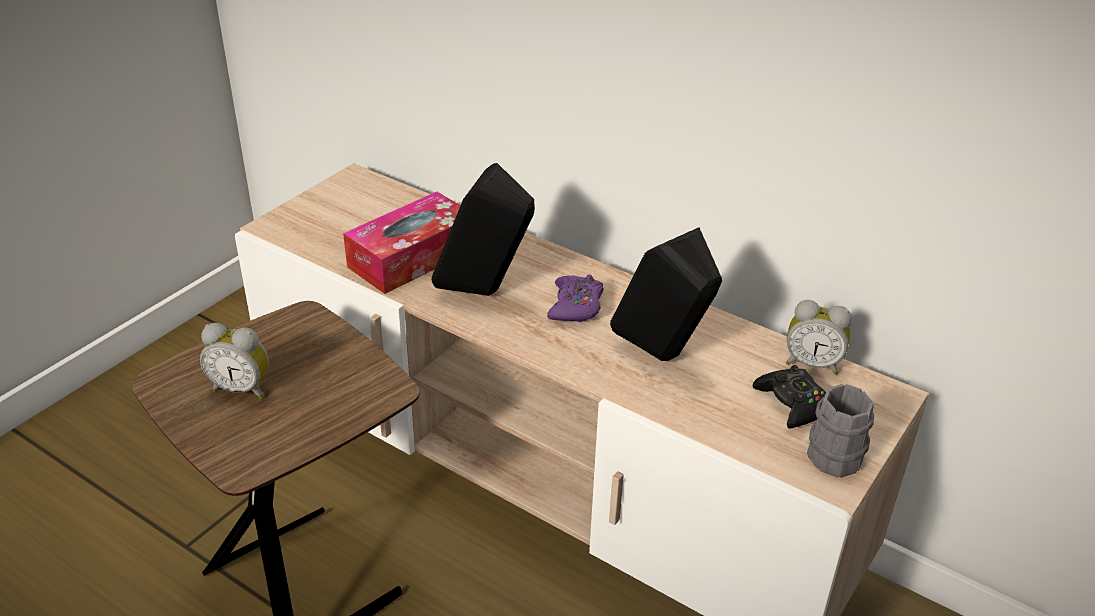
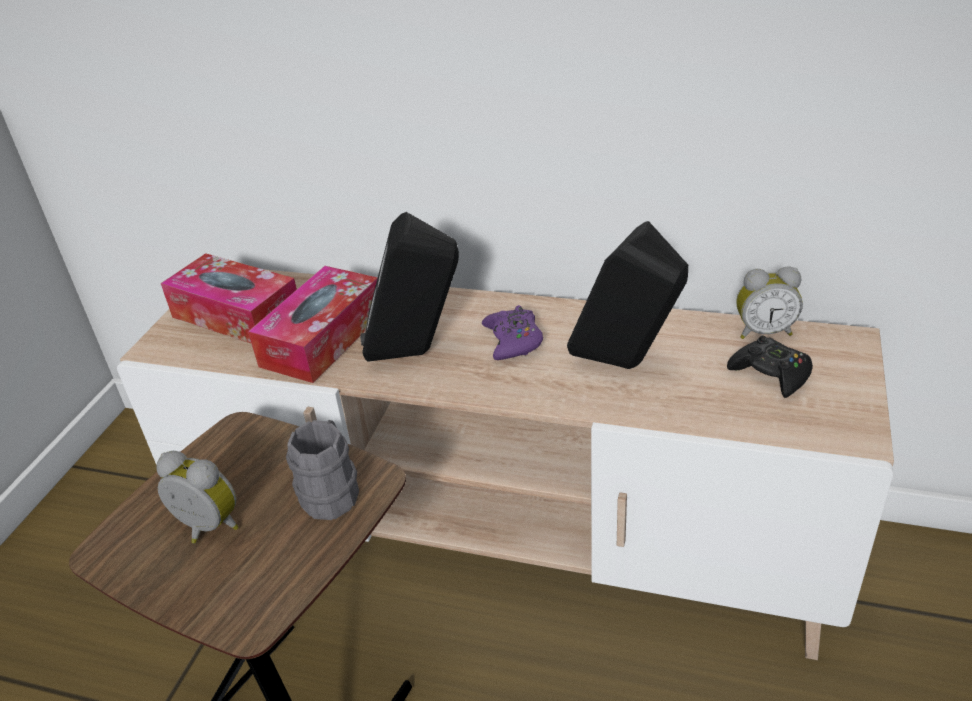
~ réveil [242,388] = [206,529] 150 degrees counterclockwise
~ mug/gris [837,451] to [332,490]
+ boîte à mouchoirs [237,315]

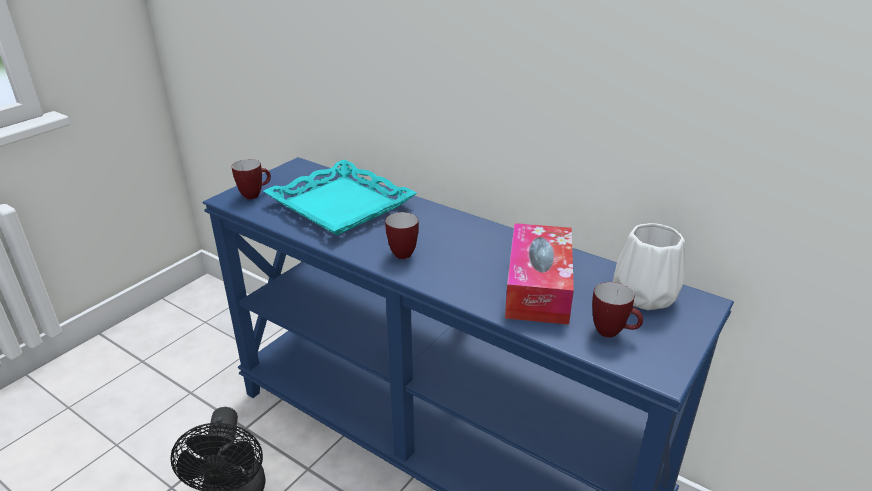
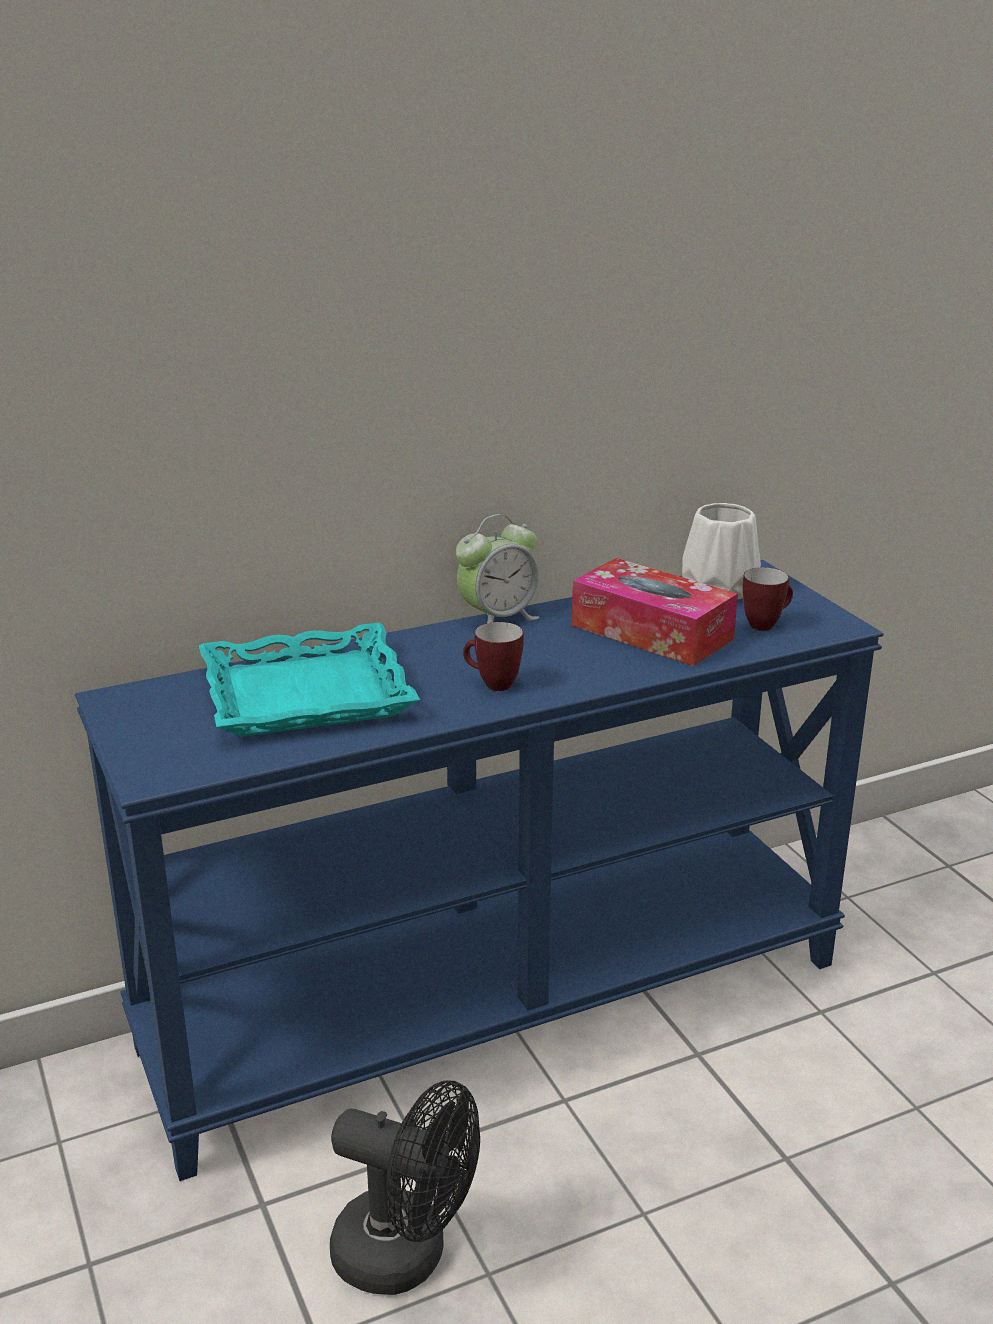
- mug [255,195]
+ réveil [498,619]

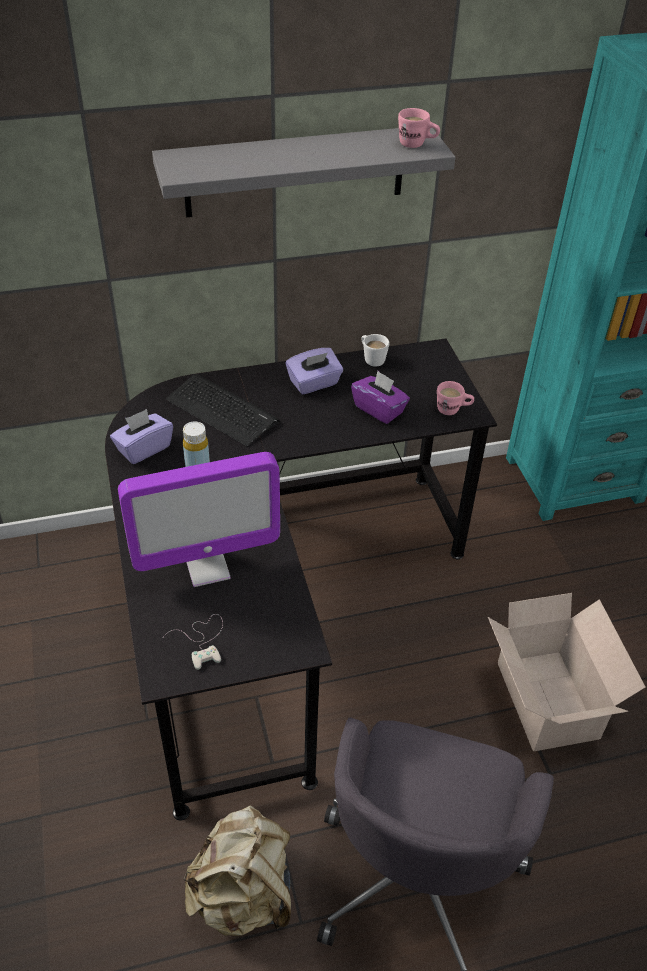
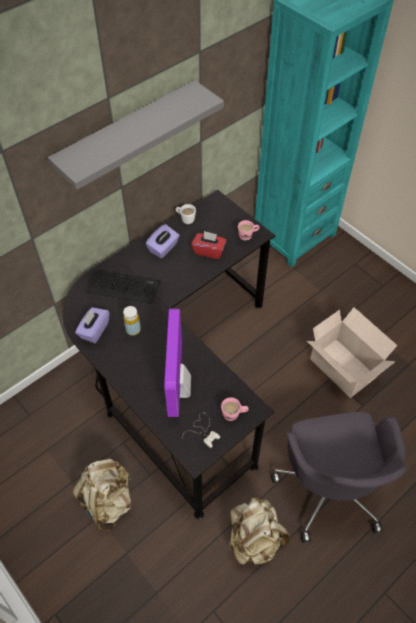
~ écran d'ordinateur [207,567] = [178,388] 135 degrees clockwise
~ boîte à mouchoirs/violet [379,409] to boîte à mouchoirs/rouge [209,251]
~ mug/rose [417,145] to [234,414]
+ sac à dos/beige [108,501]

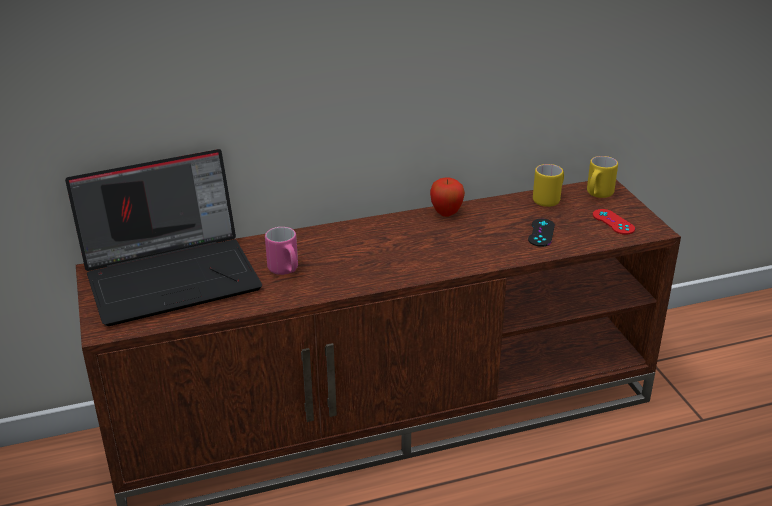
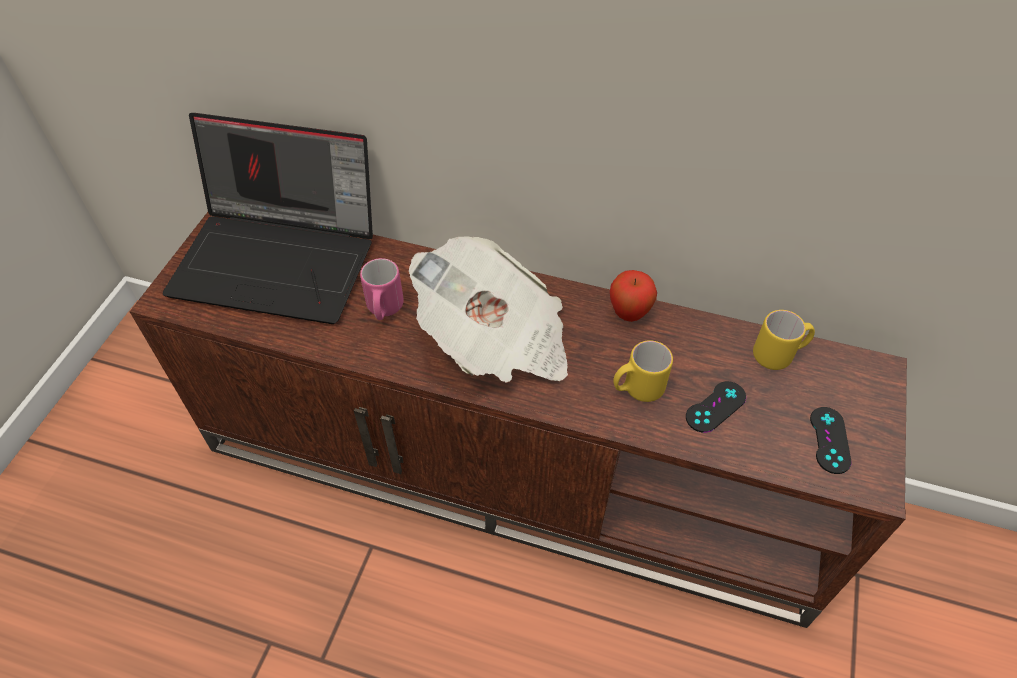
~ mug/jaune [597,194] to [637,389]
~ manette/rouge [613,222] to manette/noir [829,440]
+ journal [496,340]

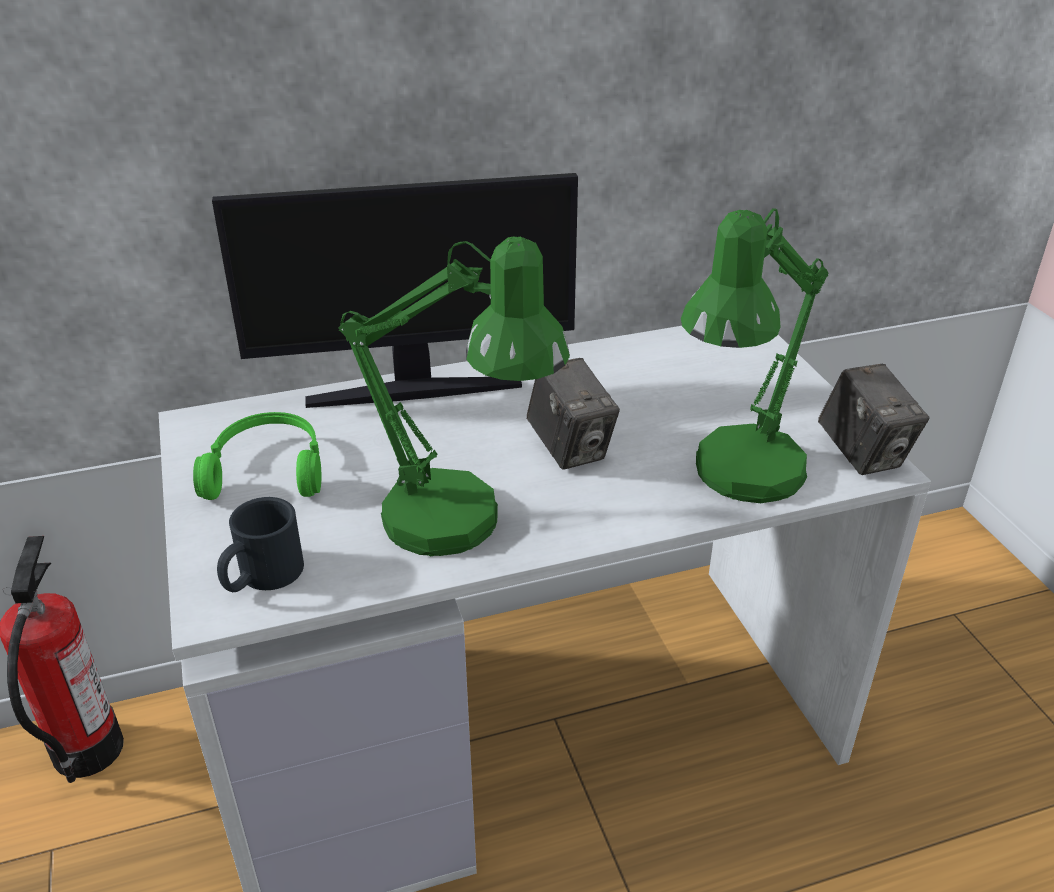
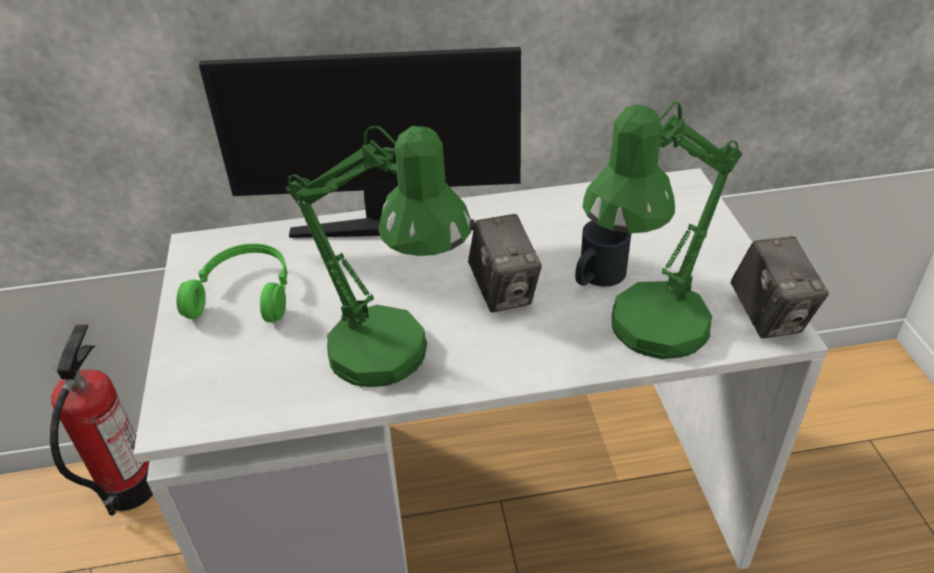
~ mug/noir [261,577] to [596,277]

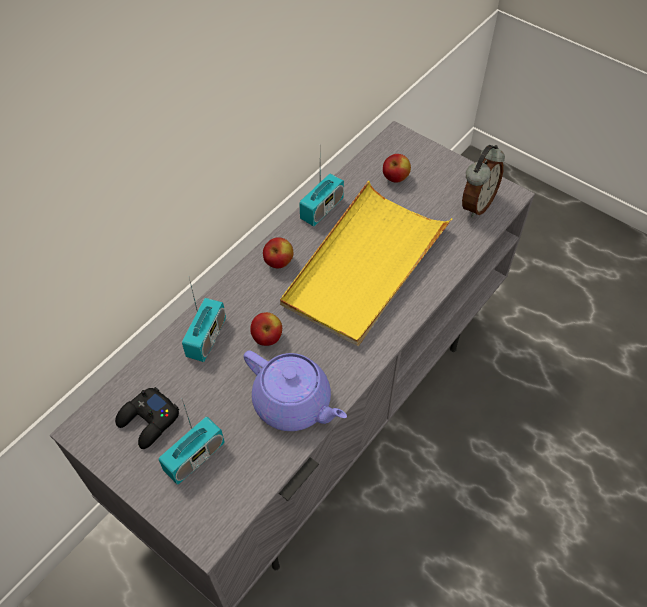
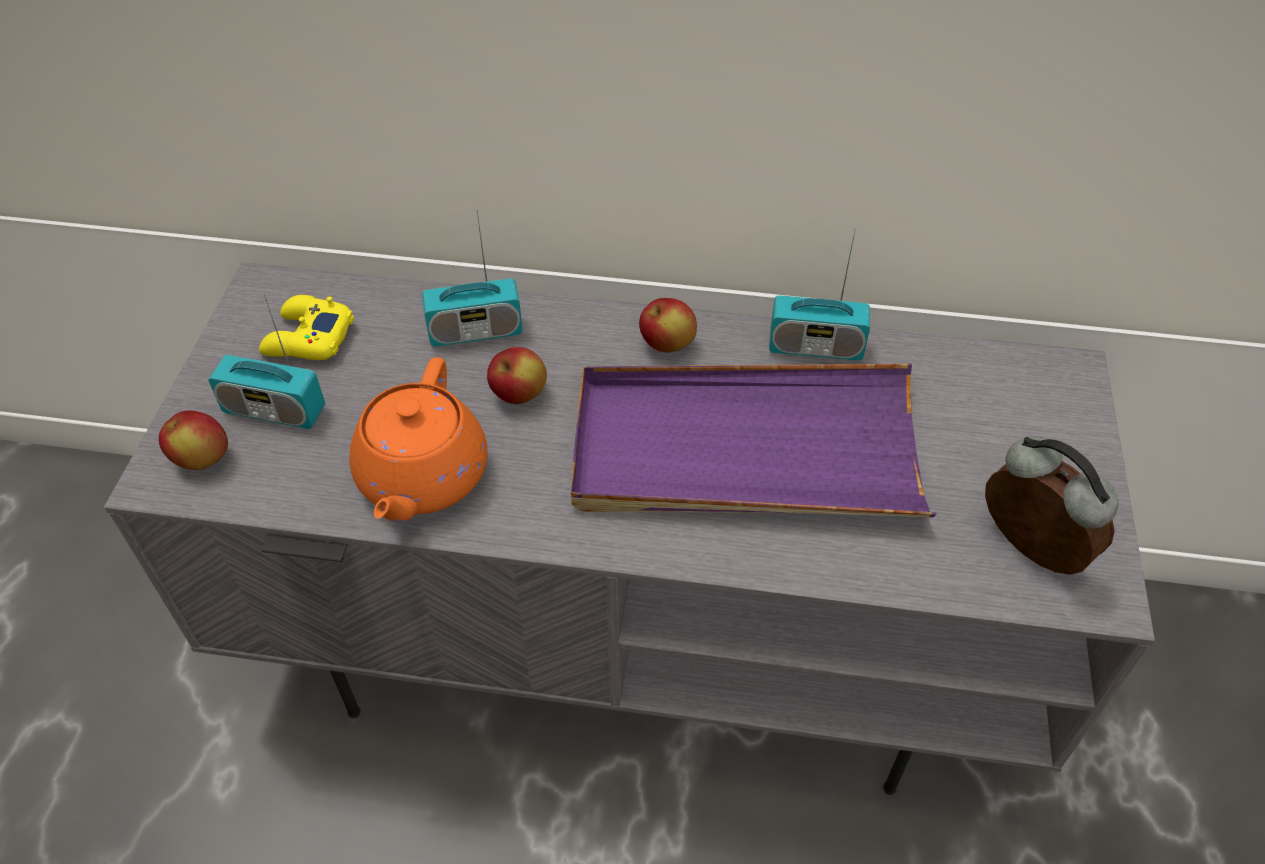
~ manette/noir [149,421] to manette/jaune [307,338]
~ théière/violet [294,403] to théière/orange [422,478]
~ plateau/jaune [365,266] to plateau/violet [745,450]
~ pomme [395,178] to [202,460]
~ réveil [476,204] = [1027,551] 135 degrees counterclockwise

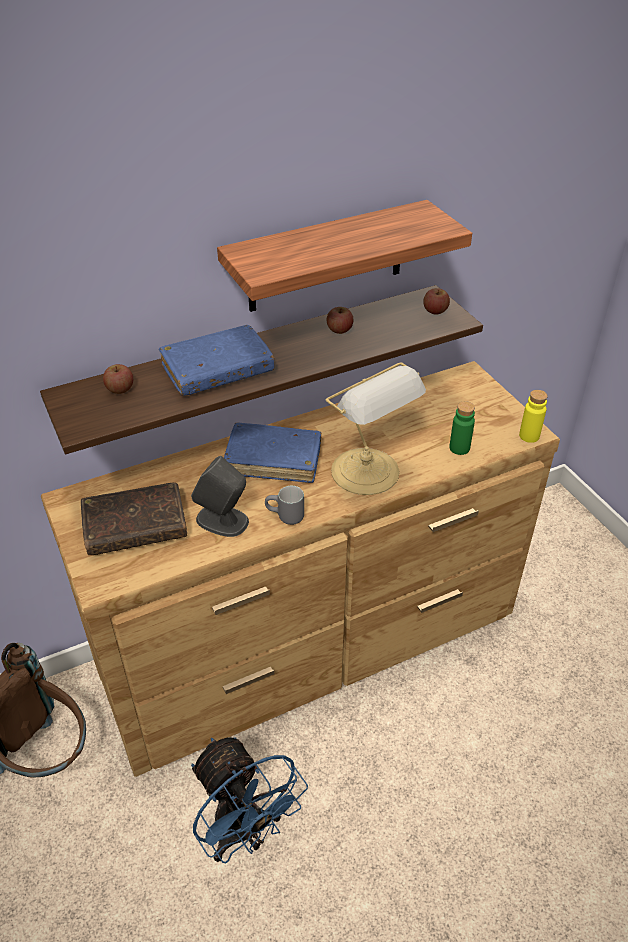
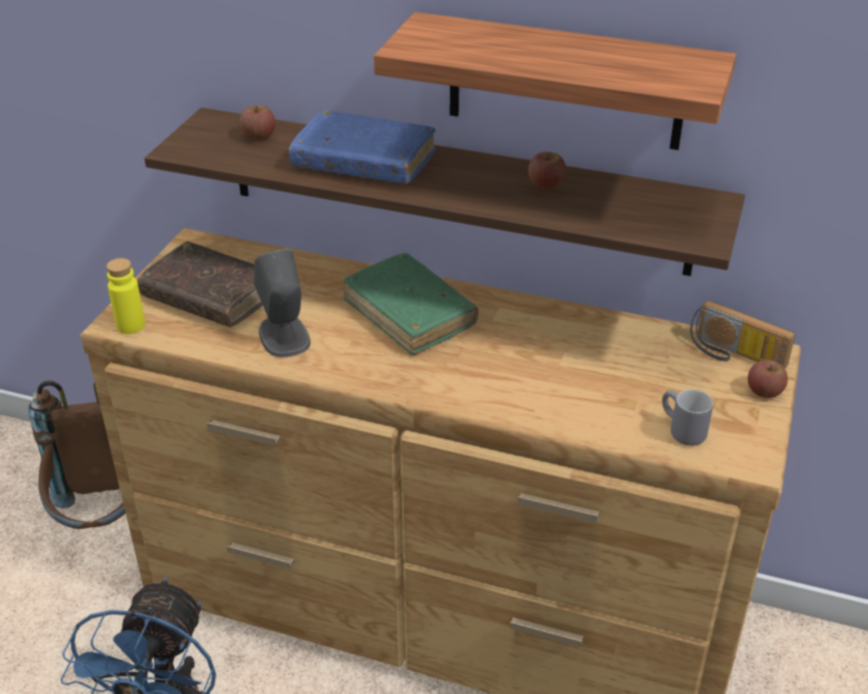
~ livre/bleu [273,460] to livre/vert [409,314]
~ mug/gris [285,517] to [679,432]
- lampe de table [368,473]
~ pomme [435,311] to [764,391]
- bouteille/vert [459,448]
~ bouteille/jaune [529,436] to [131,325]
+ radio [734,355]

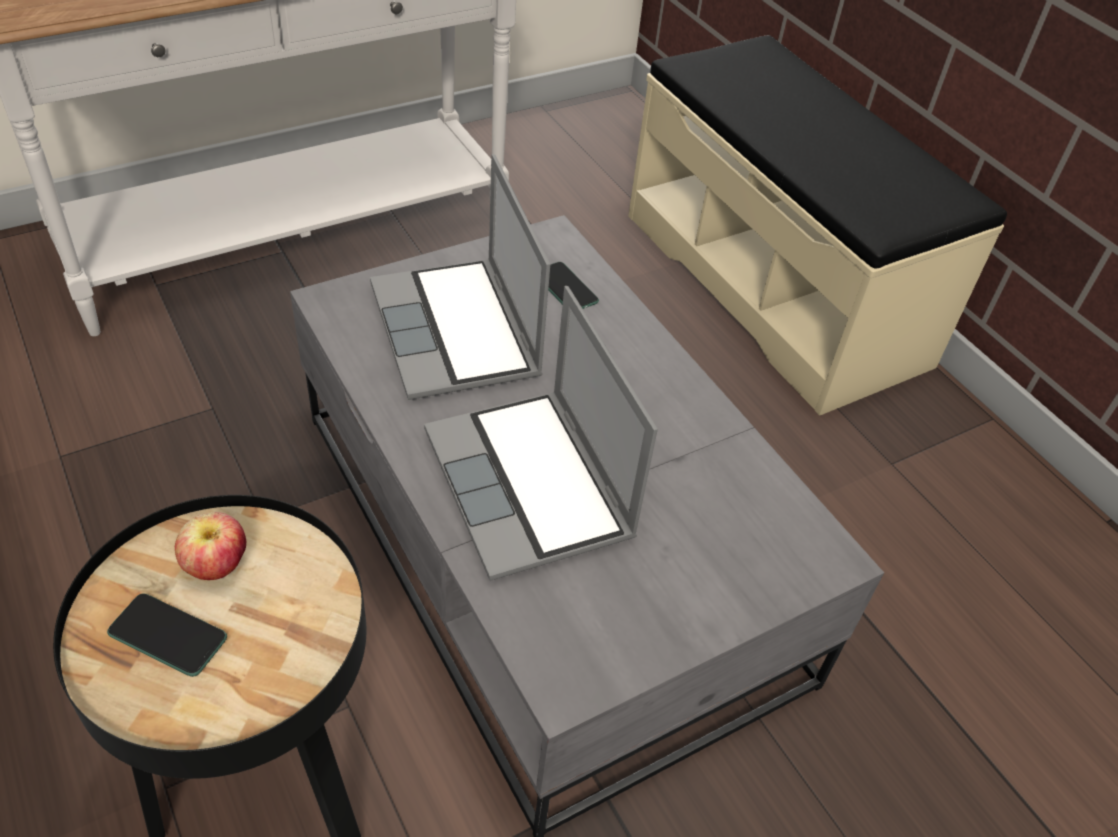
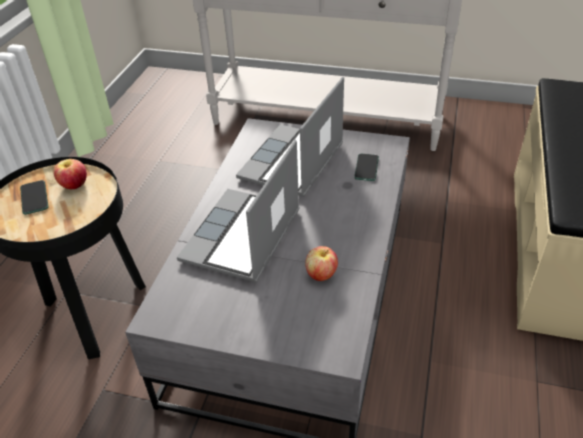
+ pomme [321,275]

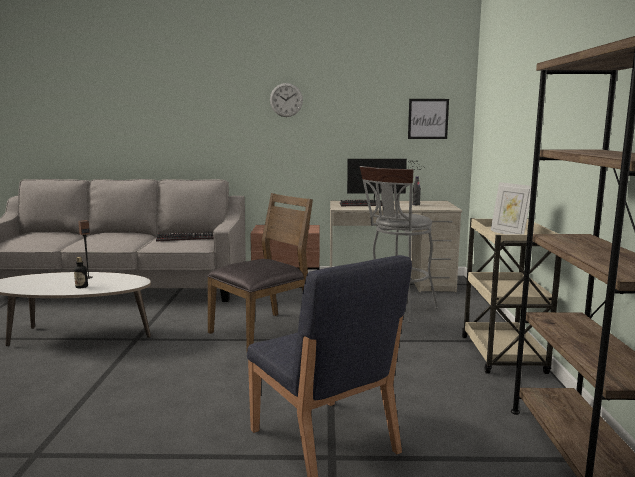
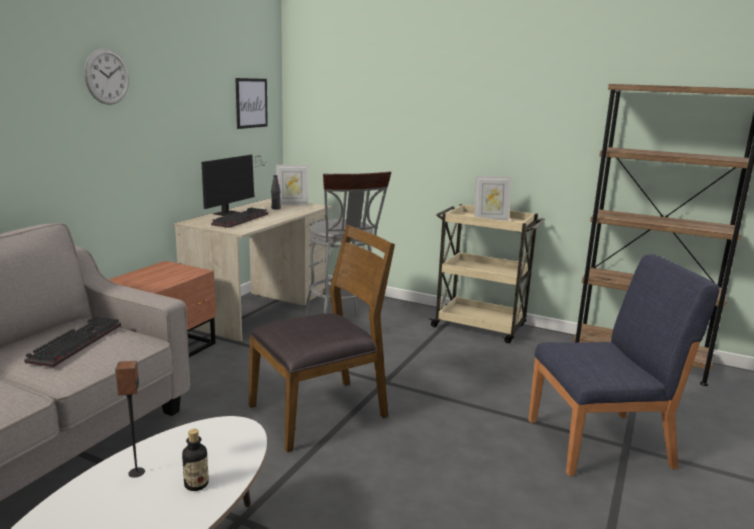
~ chaise/marron [263,331] = [320,411] 75 degrees clockwise
+ cadre photo [292,204]

